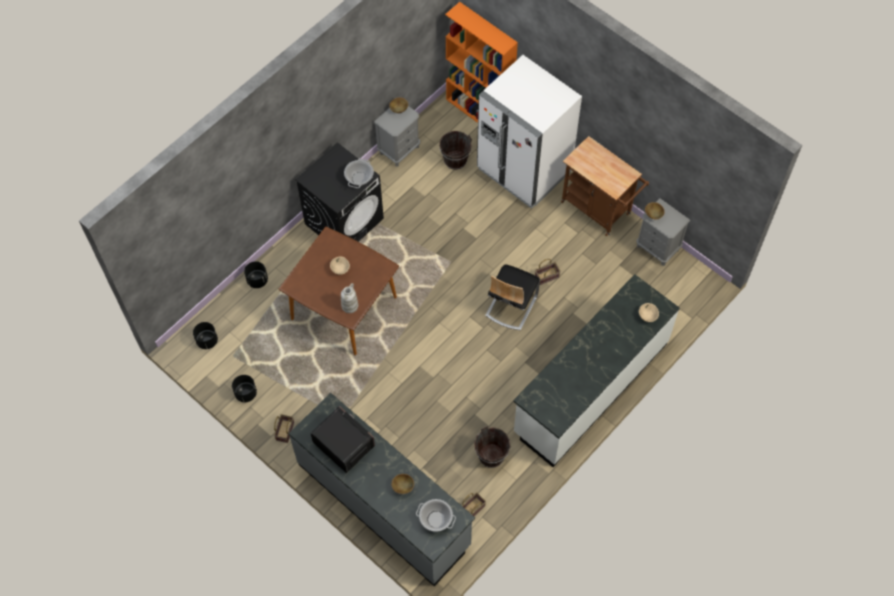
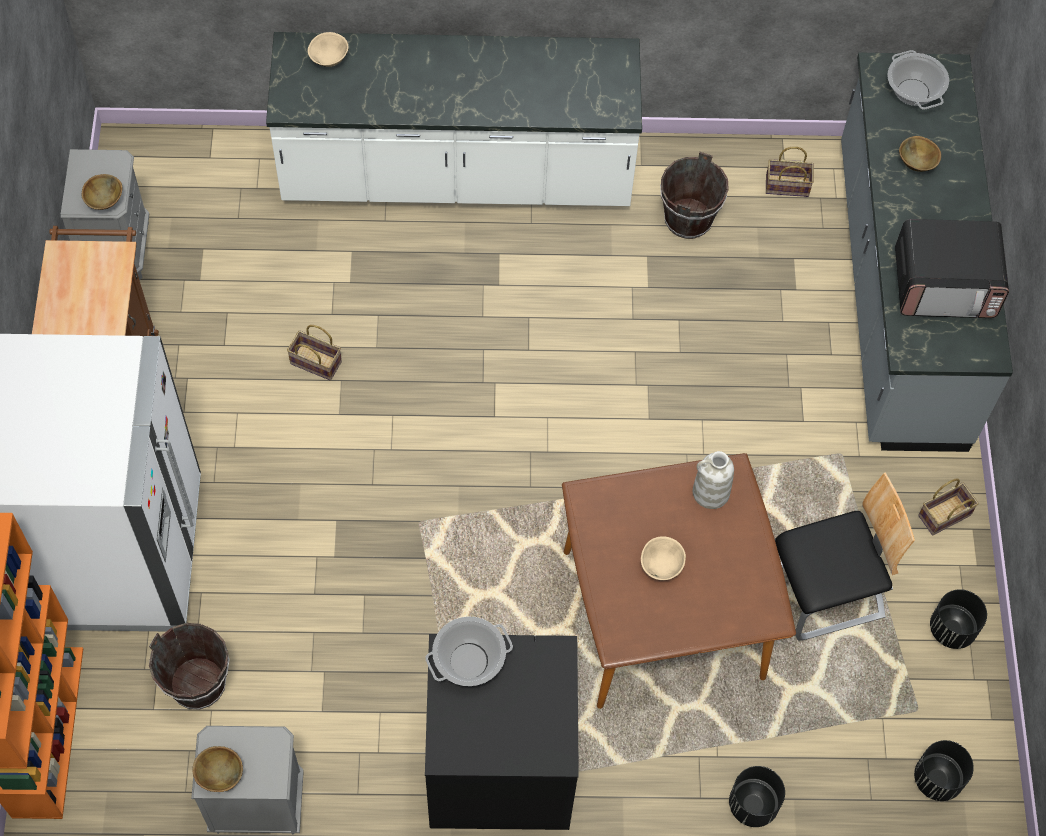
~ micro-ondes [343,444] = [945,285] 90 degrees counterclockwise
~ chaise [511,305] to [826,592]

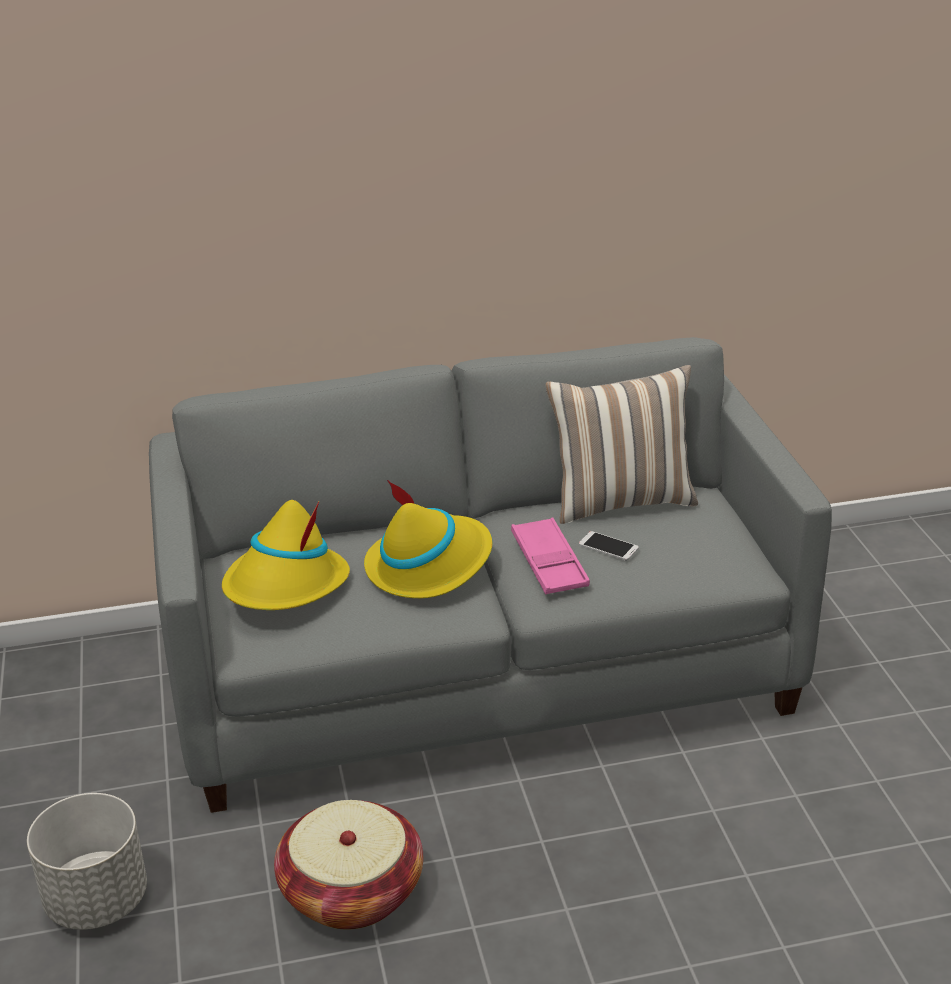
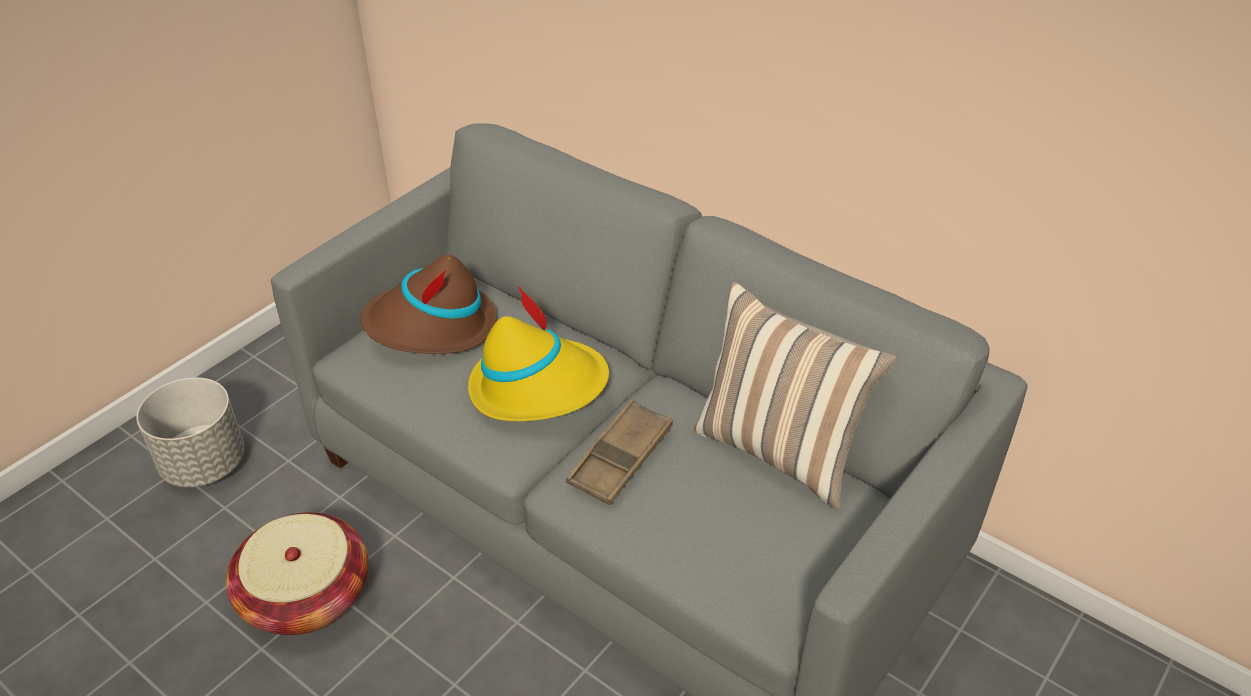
~ chapeau/jaune [285,586] to chapeau/marron [431,326]
~ plateau/rose [549,563] to plateau/marron [620,458]
- téléphone [608,546]

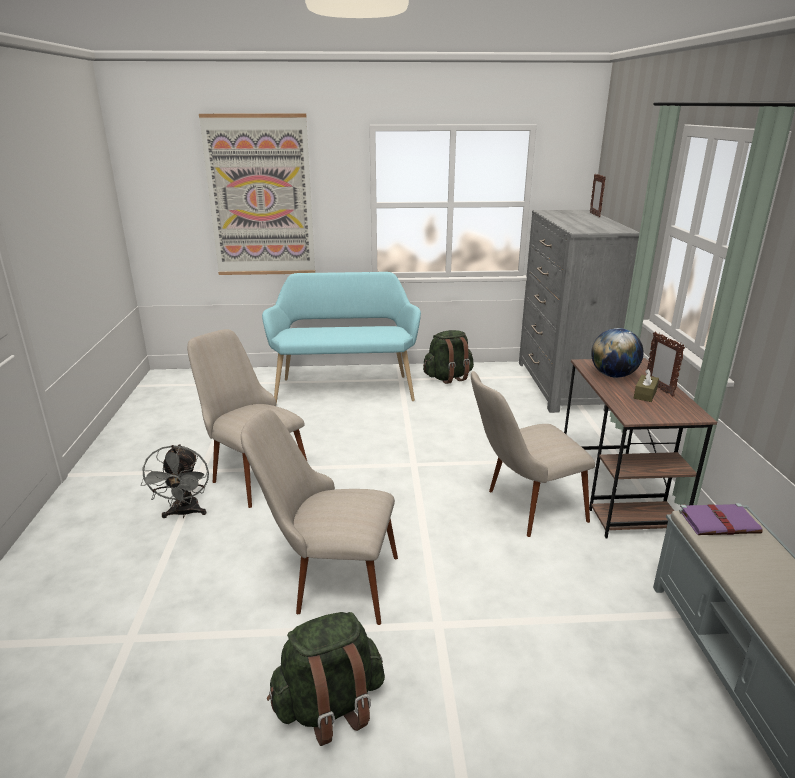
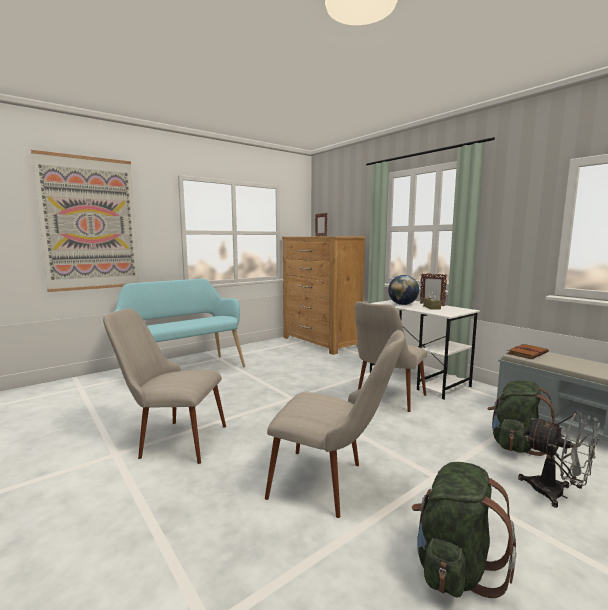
~ ventilateur/gris [184,513] to [556,494]
~ chaise/beige [329,581] = [333,484] 135 degrees counterclockwise
~ sac à dos/vert [448,377] to [515,444]
~ commode/gris [560,385] to commode/marron [320,342]
~ bureau/marron [617,494] to bureau/blanc [418,379]
~ livre/violet [720,522] to livre/marron [527,353]

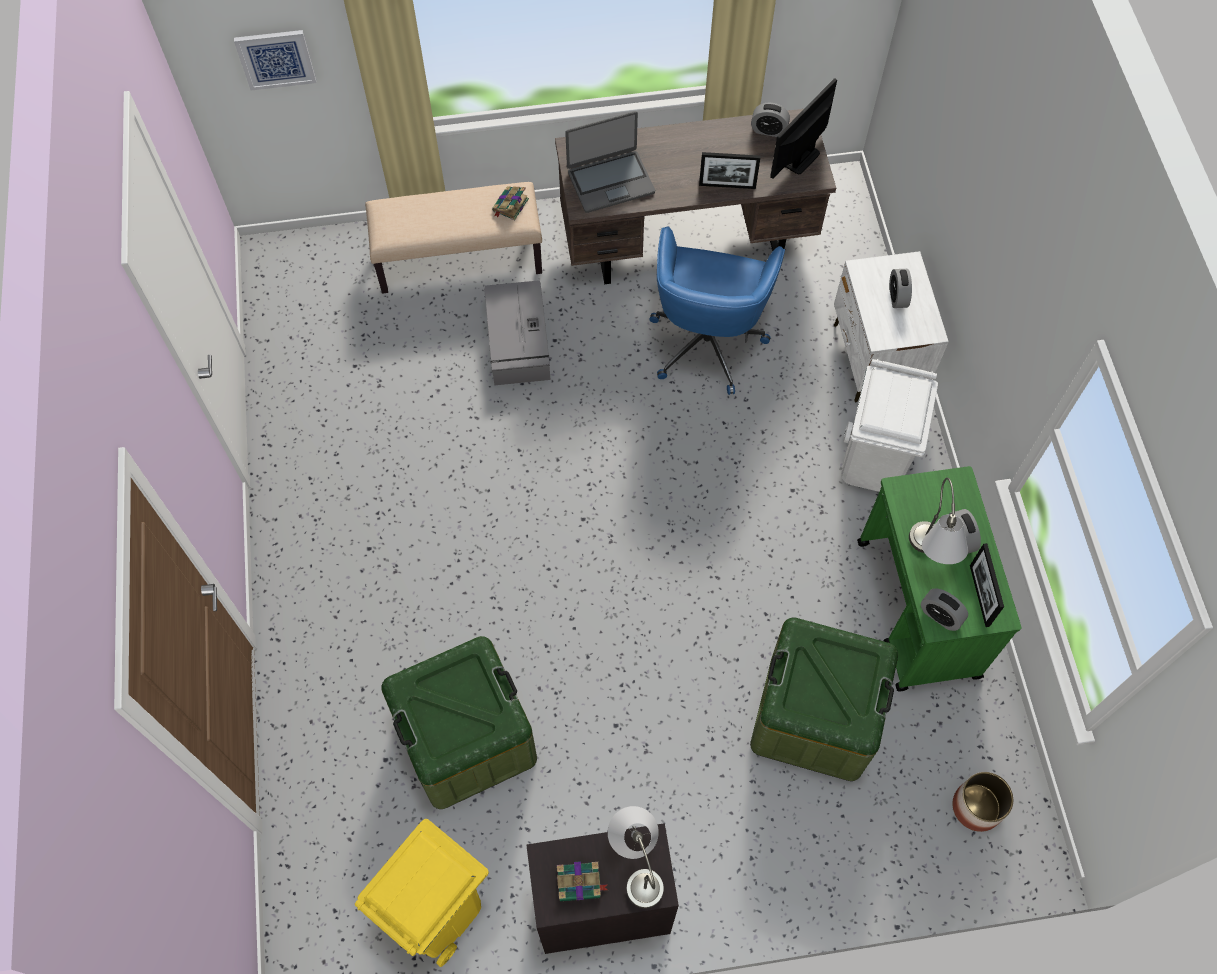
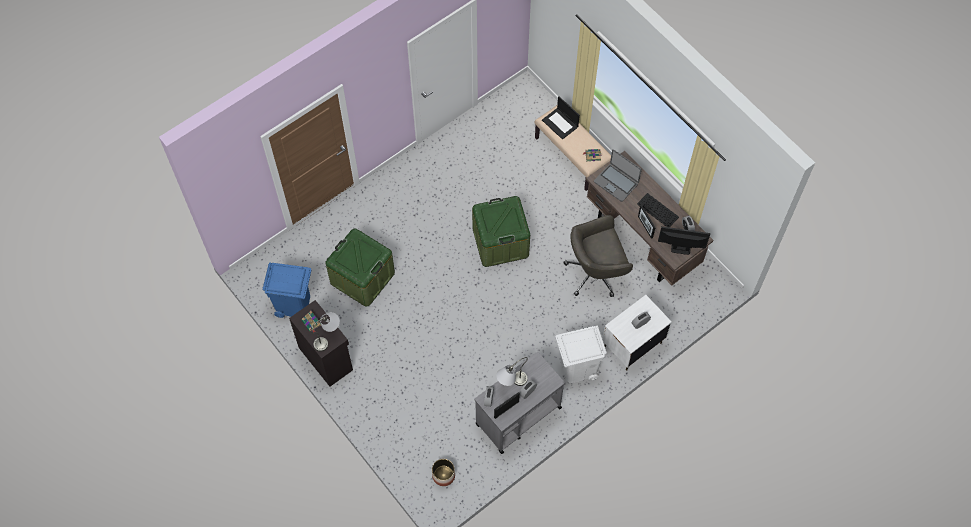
- tableau [276,58]
~ poubelle/jaune [436,910] to poubelle/bleu [294,304]
- boîte de rangement/gris [518,341]
~ chaise de bureau/bleu [707,341] to chaise de bureau/gris [596,272]
~ boîte de rangement/vert [814,716] to [500,242]
~ chariot/vert [917,610] to chariot/gris [517,416]
+ ordinateur portable [560,123]
+ clavier [658,210]

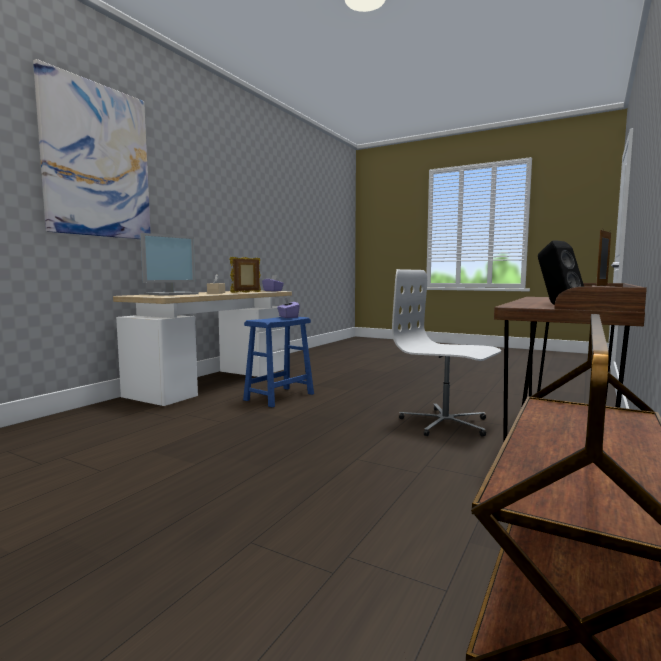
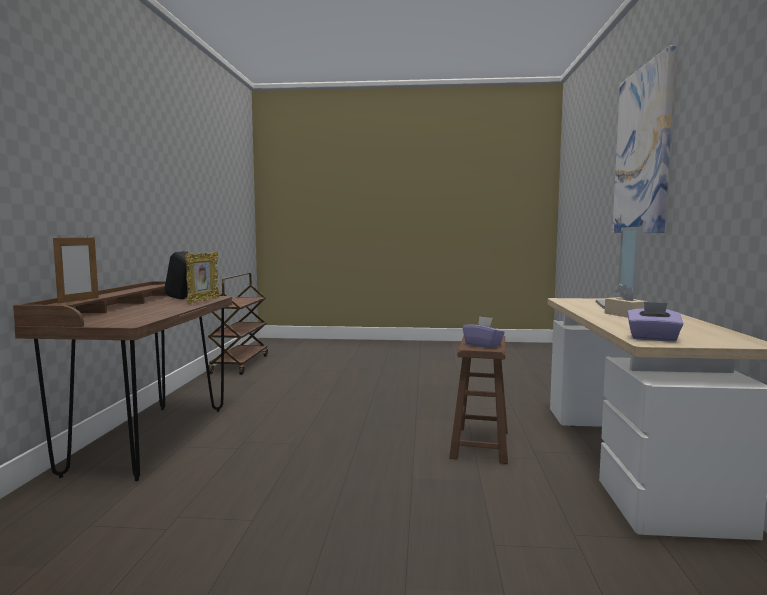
~ cadre photo [246,292] to [203,301]
~ tabouret/bleu [279,397] to tabouret/marron [479,444]
- chaise de bureau/blanc [445,423]

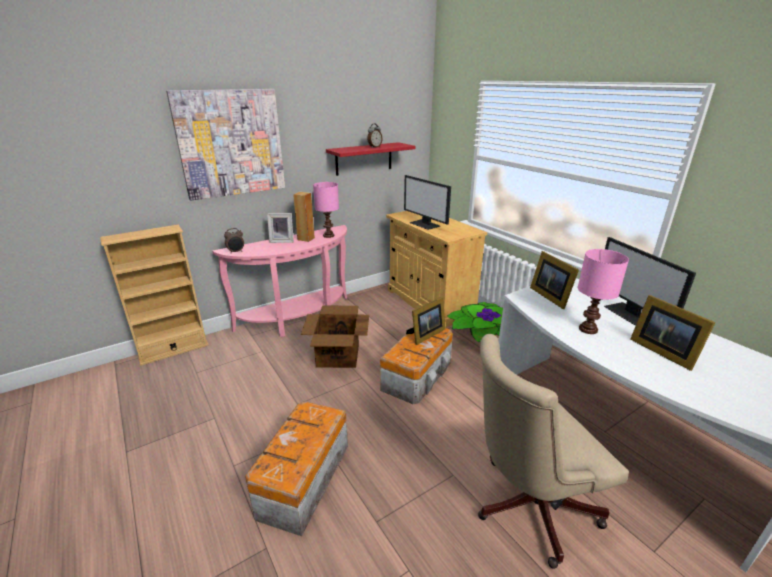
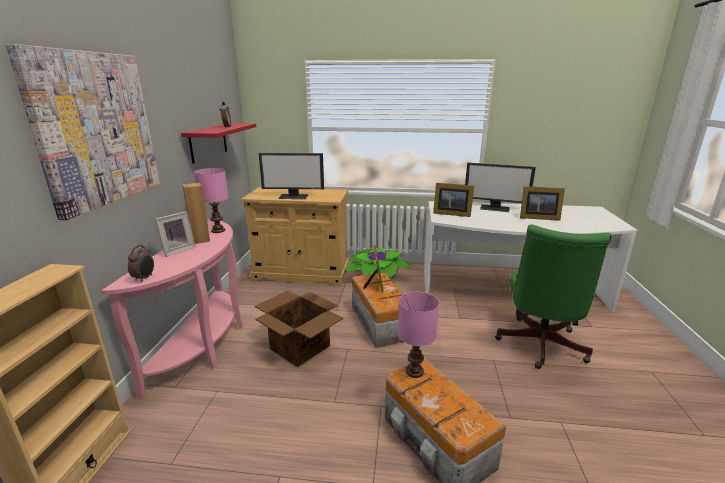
~ chaise de bureau/beige [527,506] to chaise de bureau/vert [539,346]
~ lampe de table/rose [588,329] to [415,372]

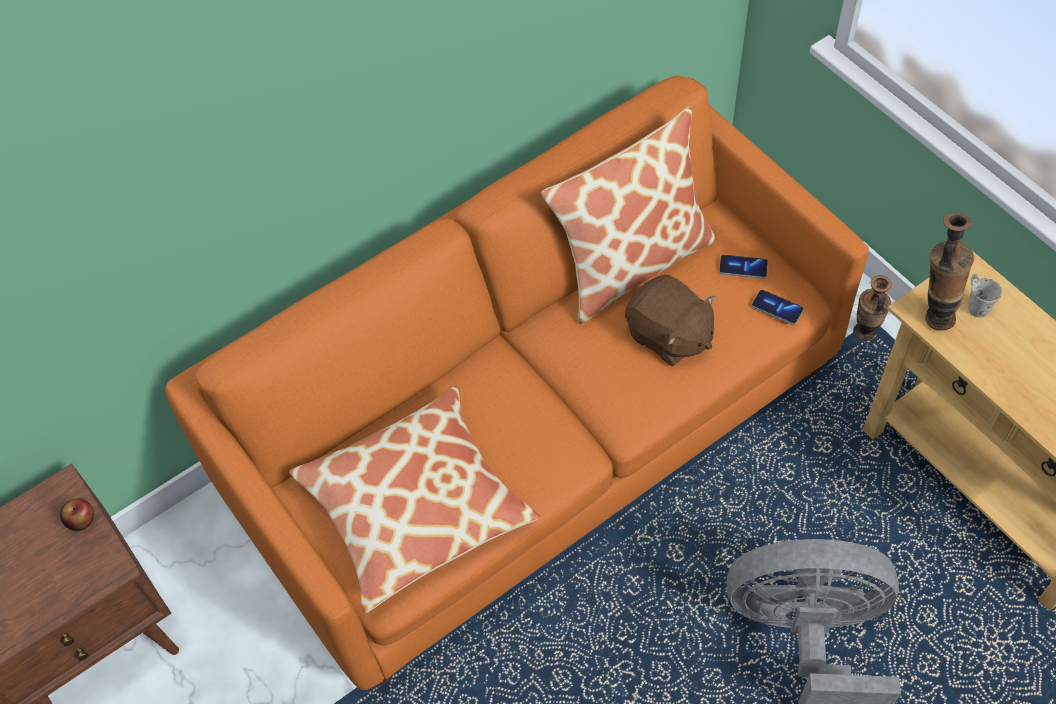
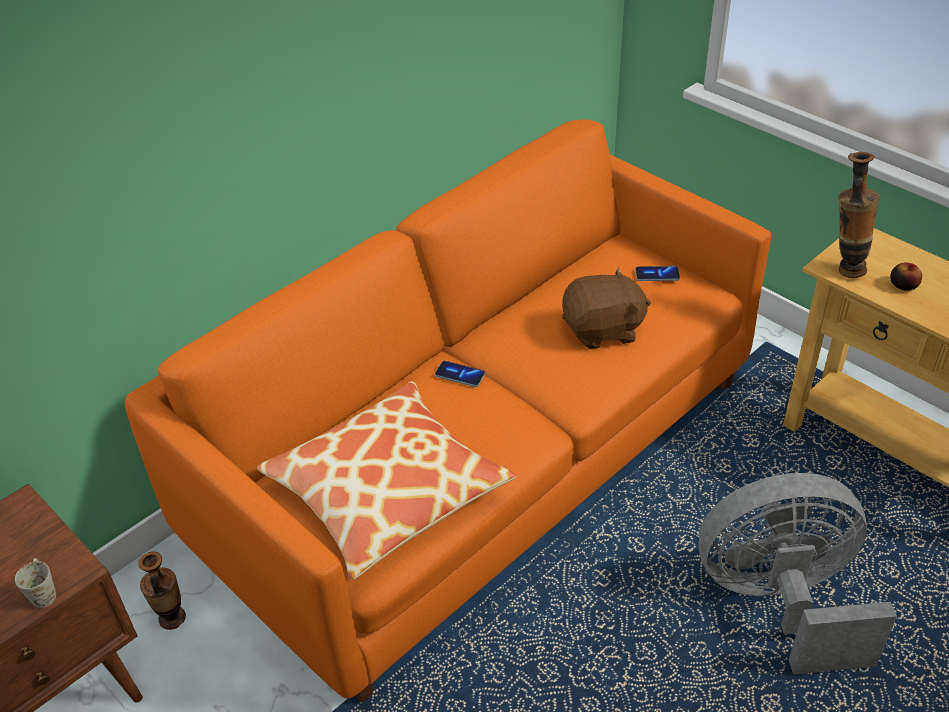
~ pomme [81,519] to [903,285]
- coussin [631,263]
~ peluche/marron [668,336] = [603,330] 45 degrees counterclockwise
~ téléphone [777,308] to [460,375]
~ vase [865,332] to [172,618]
~ mug/blanc [975,303] to [43,591]

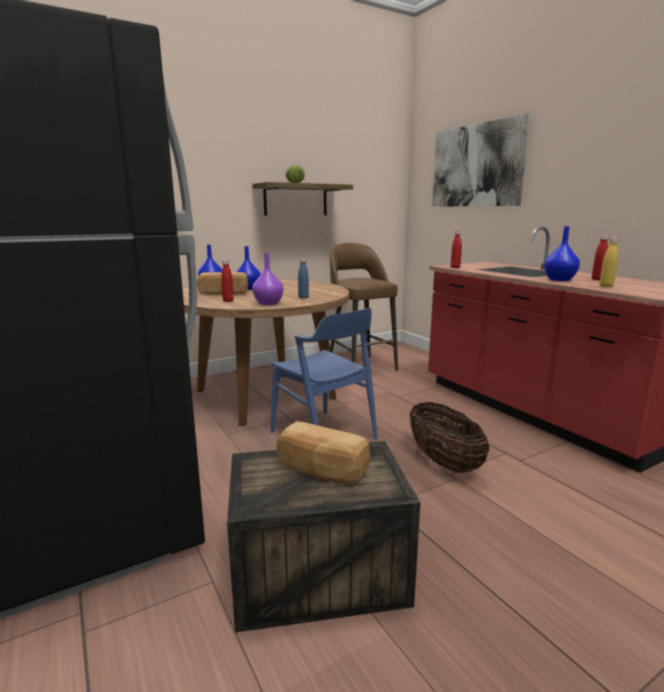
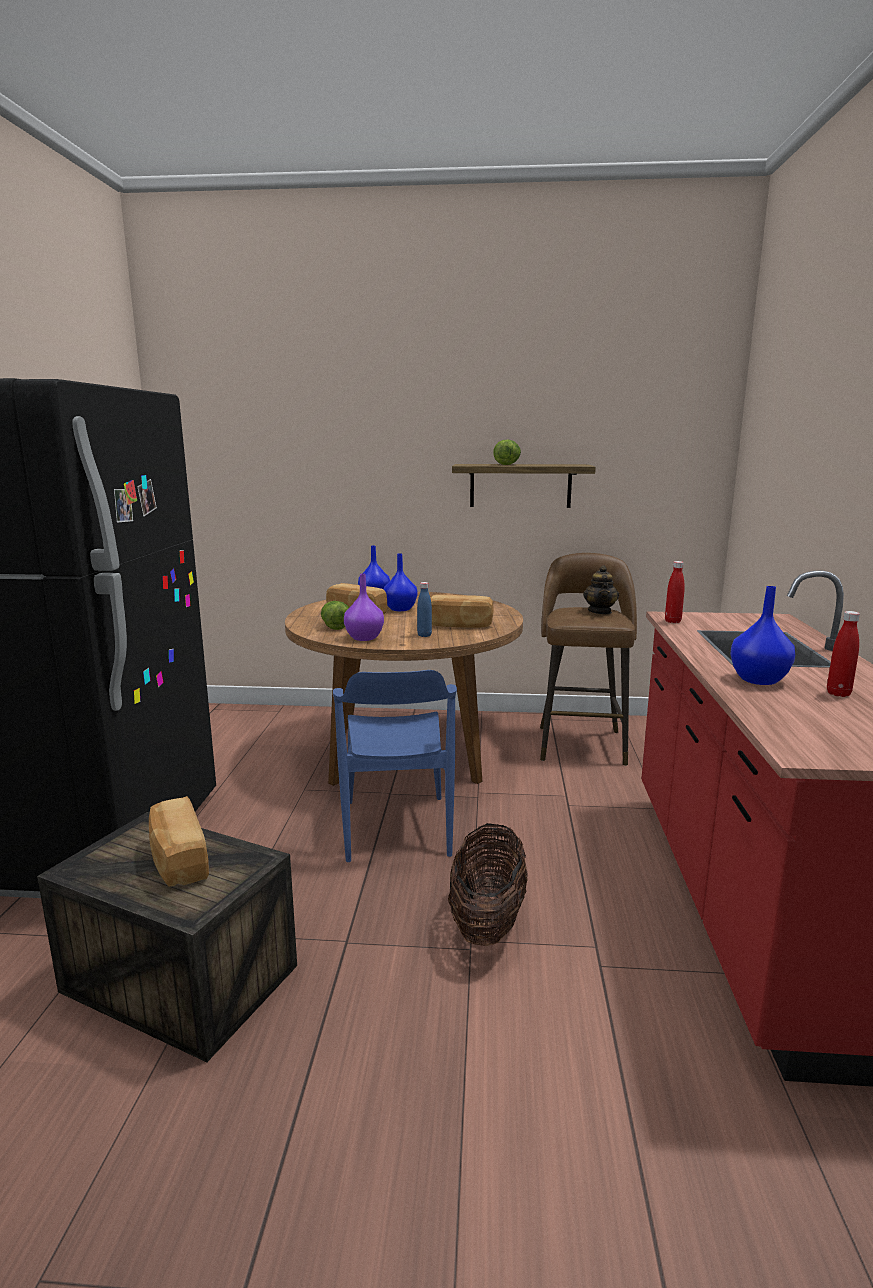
~ bouteille/rouge [228,301] to laitue [335,626]
- tableau [476,165]
- bouteille/jaune [606,286]
+ pain [459,625]
+ théière [600,611]

